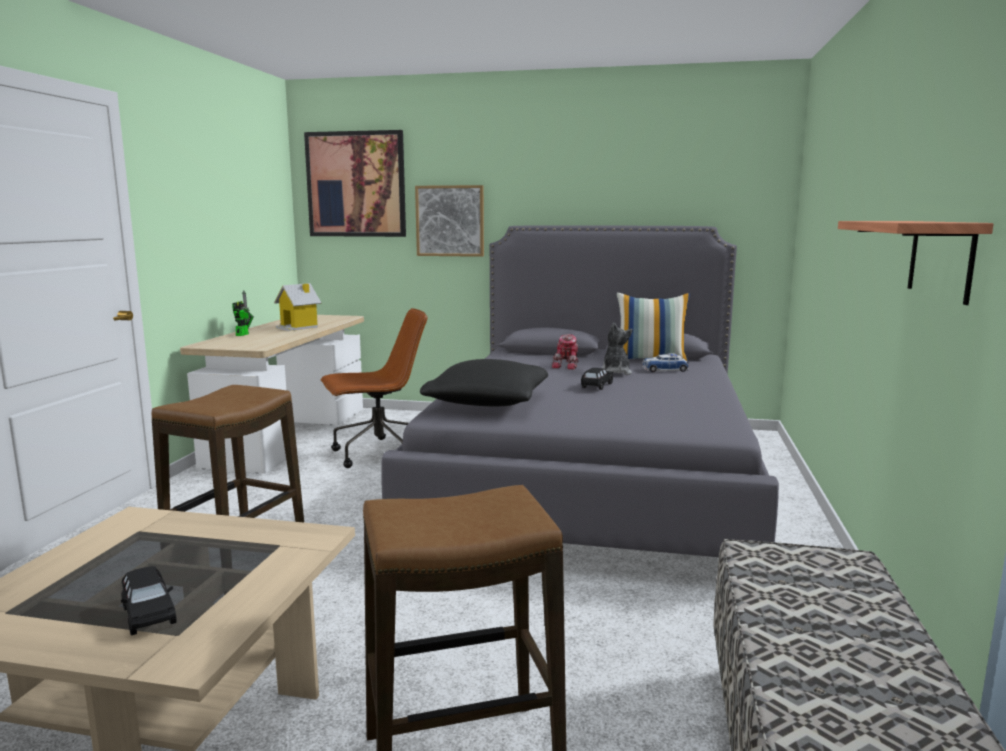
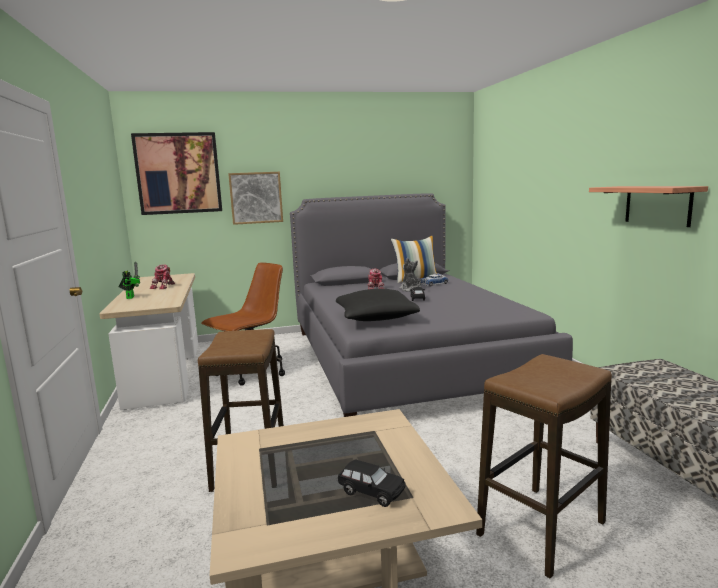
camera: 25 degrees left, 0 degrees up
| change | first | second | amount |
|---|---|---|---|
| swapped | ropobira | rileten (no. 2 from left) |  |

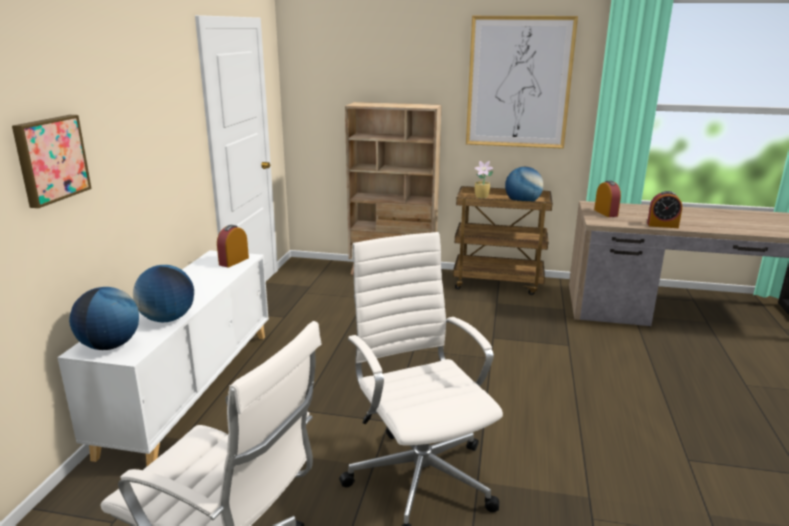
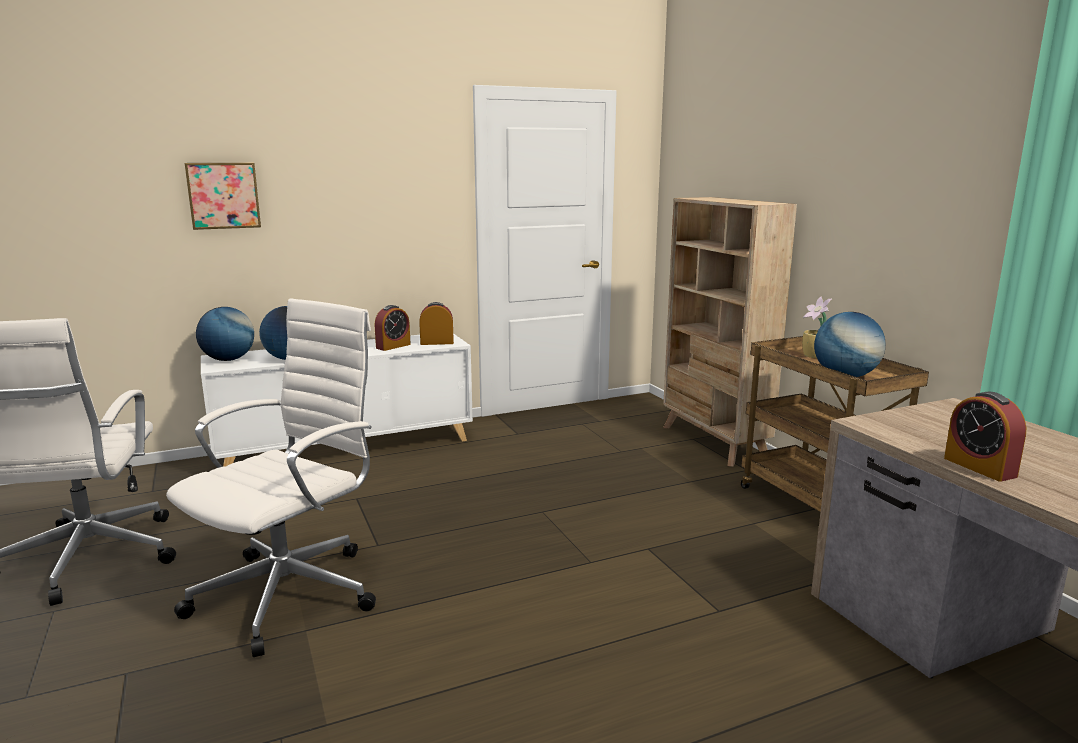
camera: 55 degrees right, 5 degrees down
| change | first | second | amount |
|---|---|---|---|
| gone | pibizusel (no. 2 from left) |  |  |
| shifted | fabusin (no. 2 from left in the first image) | fabusin (no. 1 from left) |  |

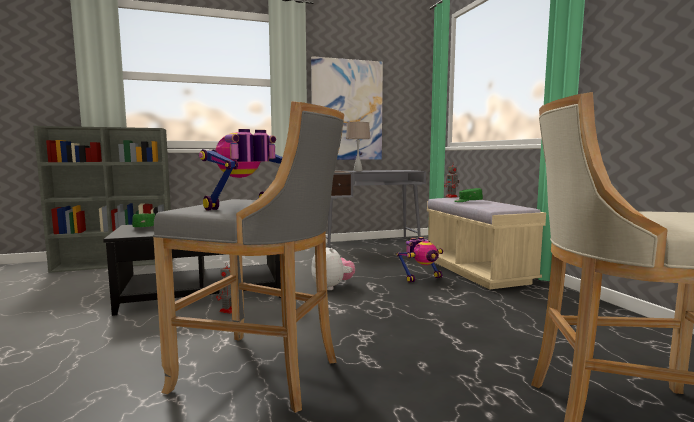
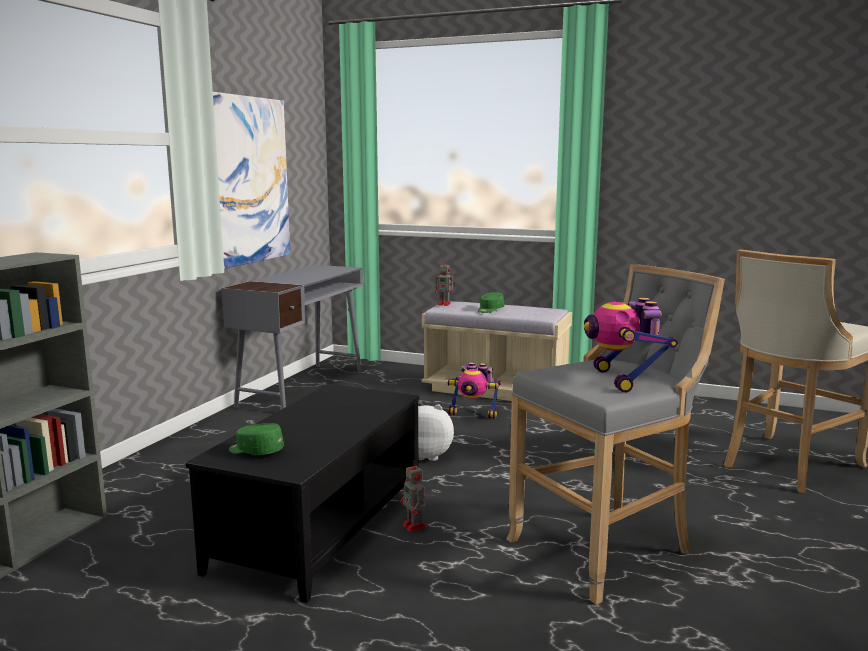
camera: 50 degrees left, 5 degrees up
| change | first | second | amount |
|---|---|---|---|
| gone | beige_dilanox |  |  |
| rotated | rileten (no. 3 from left) |  | 90 degrees clockwise |

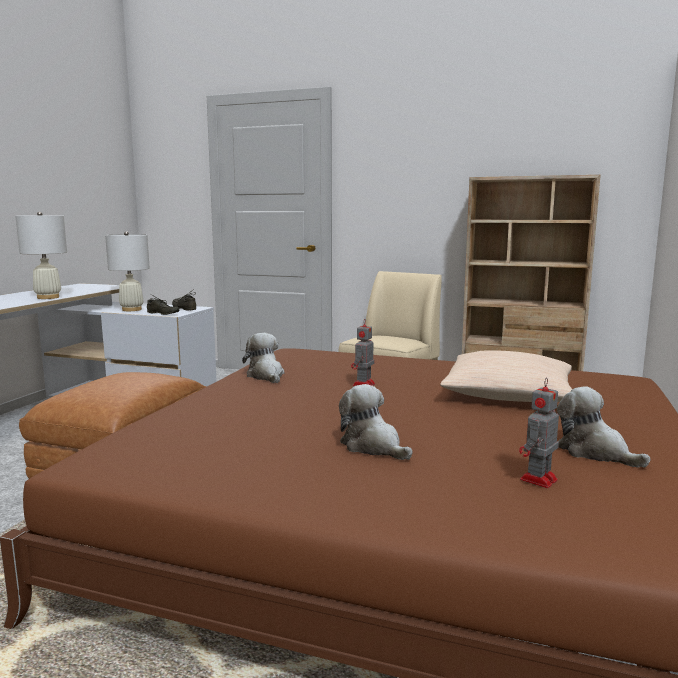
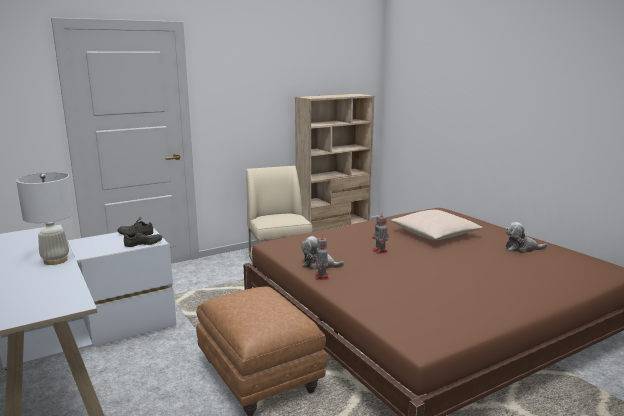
camera: 50 degrees left, 5 degrees up
| change | first | second | amount |
|---|---|---|---|
| gone | white_dilanox (no. 2 from left) |  |  |
| gone | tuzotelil (no. 2 from left) |  |  |
| shifted | rileten (no. 2 from left in the first image) | rileten (no. 1 from left) |  |

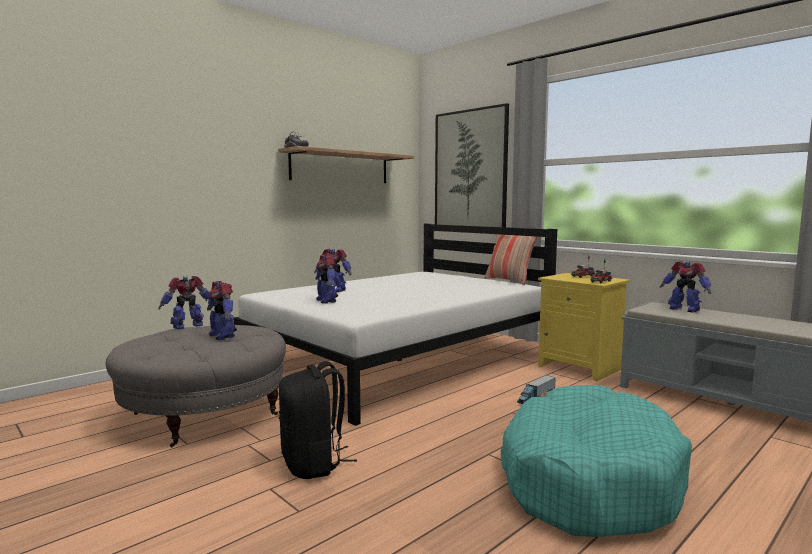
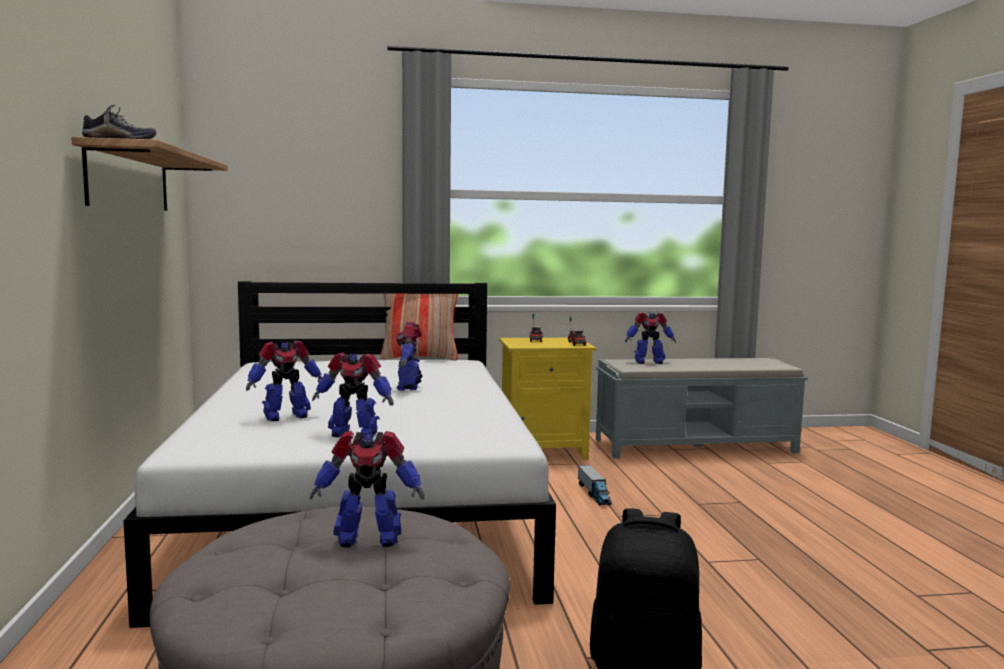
camera: 55 degrees left, 0 degrees up
| change | first | second | amount |
|---|---|---|---|
| gone | pibizusel |  |  |
| gone | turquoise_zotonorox |  |  |
| shifted | rileten (no. 1 from left in the first image) | rileten (no. 4 from left) |  |

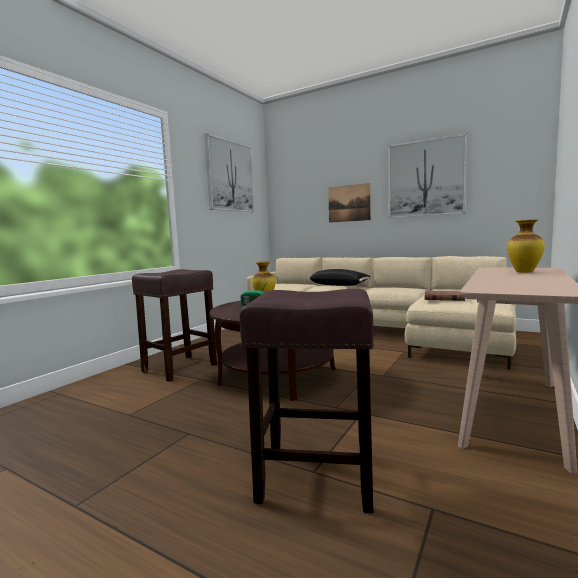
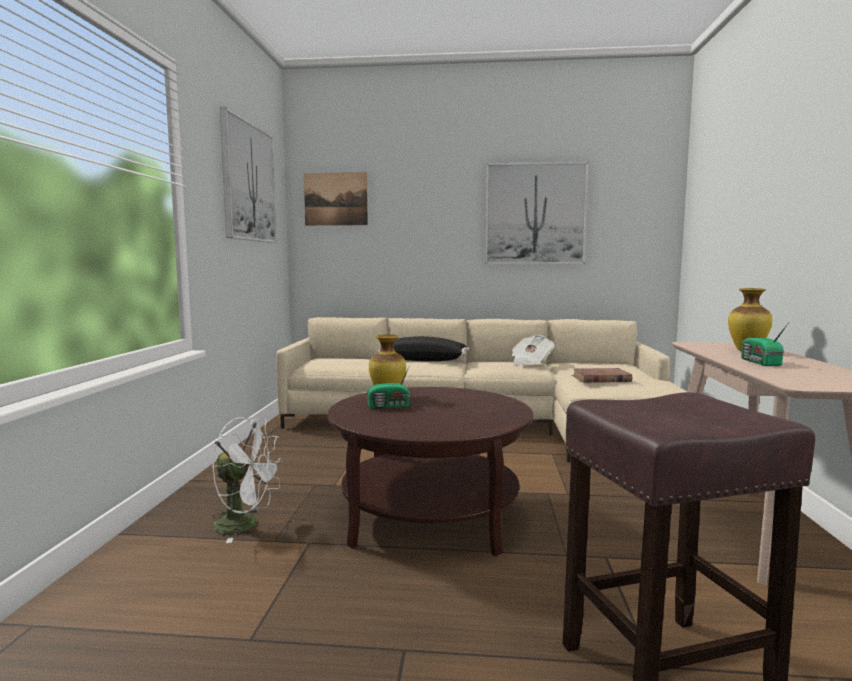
camera: 25 degrees left, 0 degrees up
| change | first | second | amount |
|---|---|---|---|
| new |  | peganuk |  |
| new |  | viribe (no. 2 from left) |  |
| shifted | pibizusel (no. 2 from left) |  |  |
| swapped | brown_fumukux (no. 1 from left) | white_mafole |  |

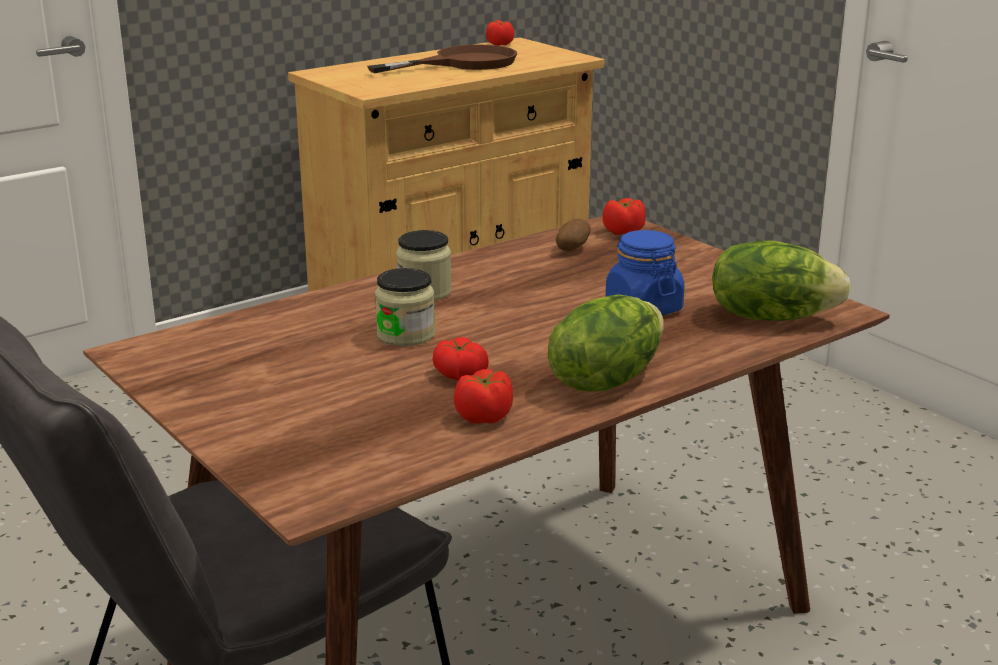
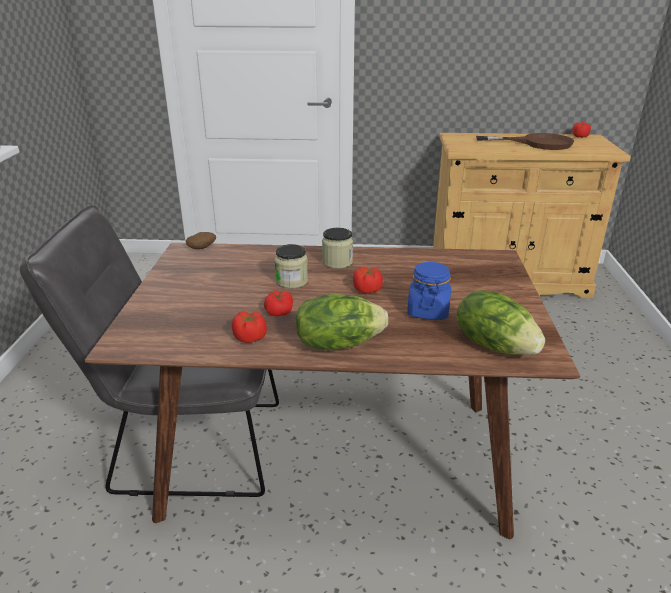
camera: 40 degrees right, 5 degrees up
| change | first | second | amount |
|---|---|---|---|
| shifted | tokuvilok |  |  |
| shifted | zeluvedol (no. 4 from left in the first image) | zeluvedol (no. 3 from left) |  |

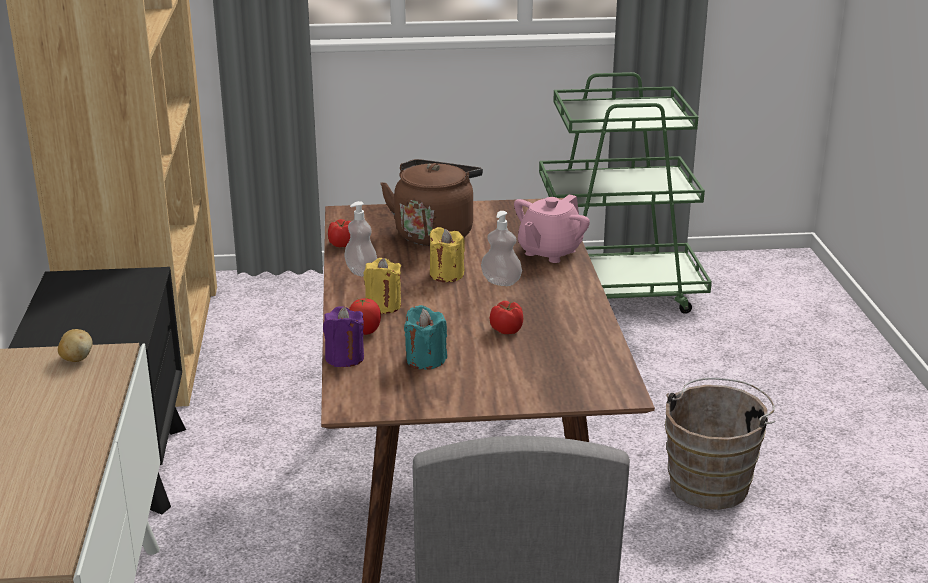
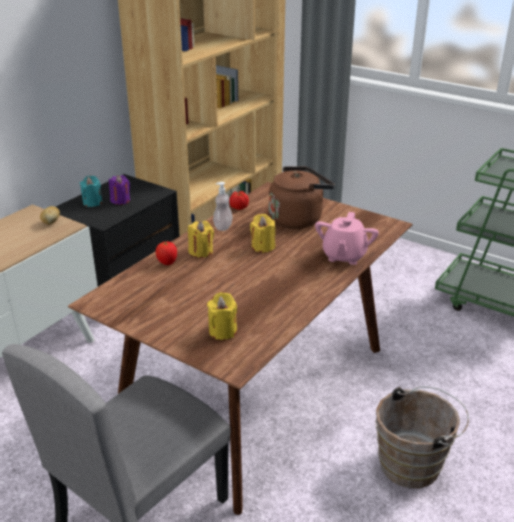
camera: 40 degrees right, 5 degrees up
| change | first | second | amount |
|---|---|---|---|
| gone | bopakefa (no. 2 from left) |  |  |
| gone | zeluvedol (no. 3 from left) |  |  |
| new |  | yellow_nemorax (no. 2 from left) |  |
| shifted | purple_nemorax |  |  |
| shifted | turquoise_nemorax |  |  |
| rotated | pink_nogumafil |  | 60 degrees counterclockwise |

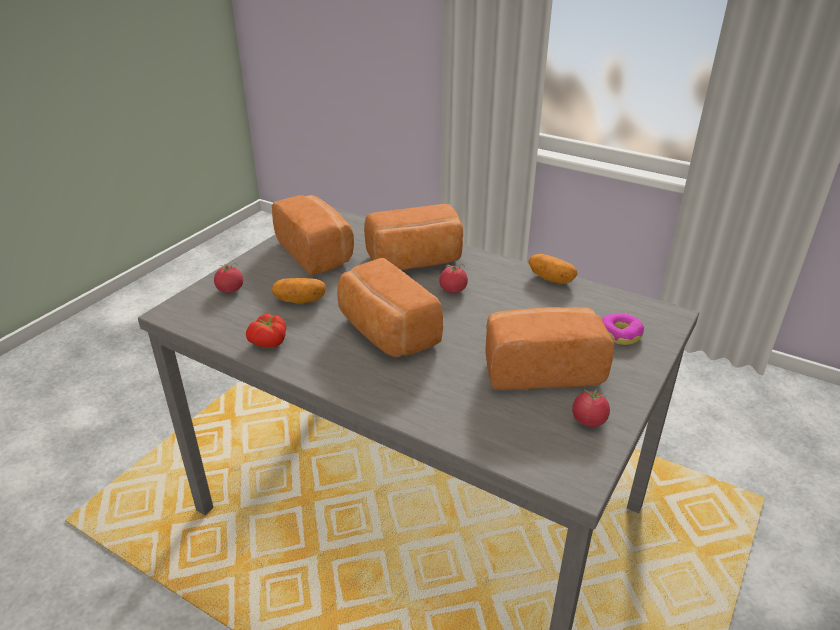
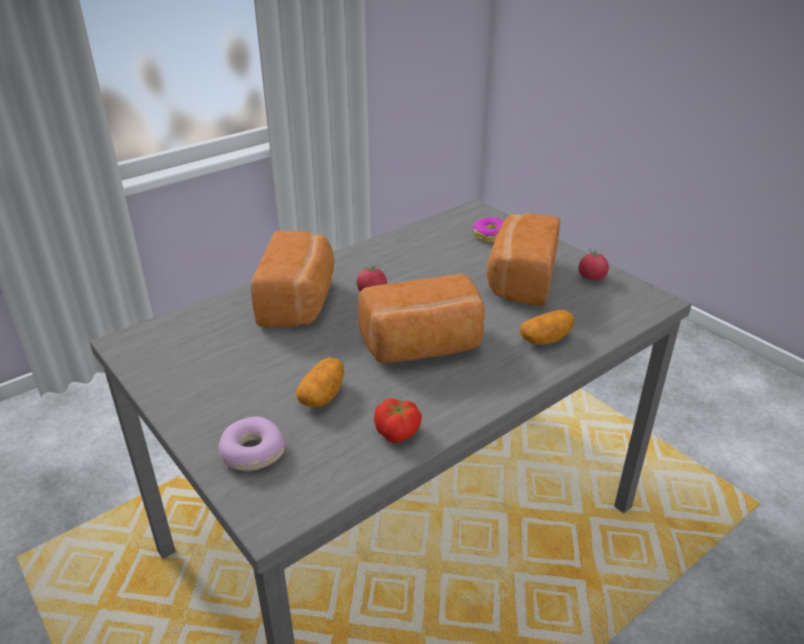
camera: 70 degrees left, 0 degrees up
| change | first | second | amount |
|---|---|---|---|
| gone | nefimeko (no. 1 from left) |  |  |
| shifted | tokuvilok (no. 2 from left) |  |  |
| swapped | zeluvedol (no. 1 from left) | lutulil (no. 1 from left) |  |

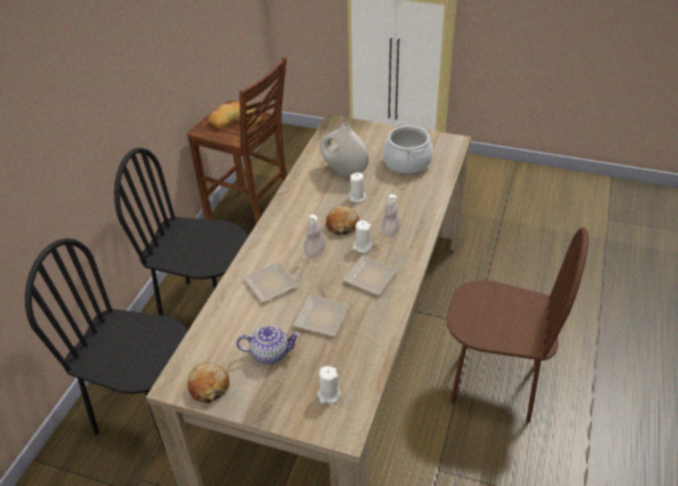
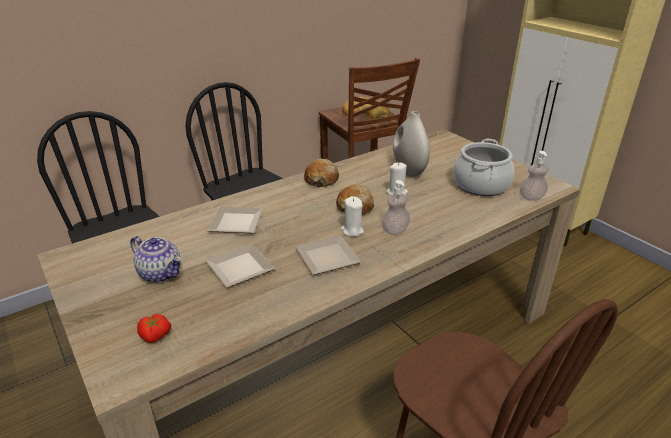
camera: 35 degrees right, 10 degrees down
| change | first | second | amount |
|---|---|---|---|
| shifted | nefimeko (no. 1 from left) |  |  |
| shifted | bopakefa (no. 1 from left in the first image) | bopakefa (no. 2 from left) |  |
| swapped | white_nemorax (no. 1 from left) | zeluvedol |  |

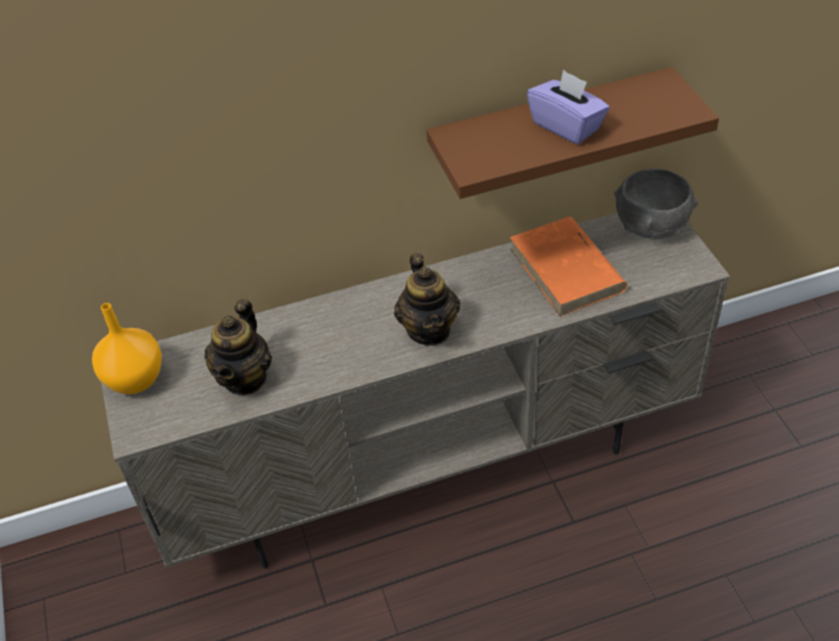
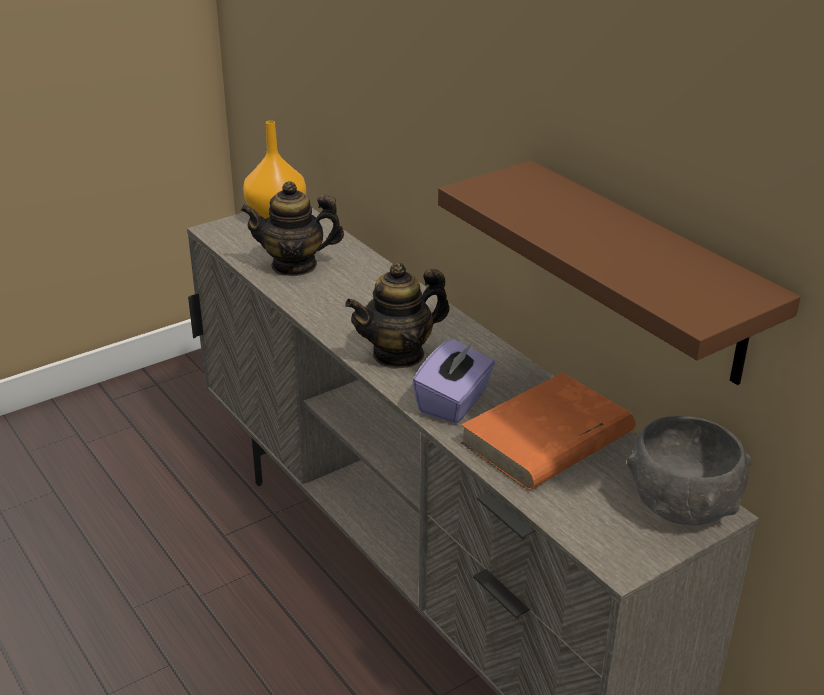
camera: 70 degrees right, 15 degrees down
| change | first | second | amount |
|---|---|---|---|
| shifted | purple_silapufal |  |  |

